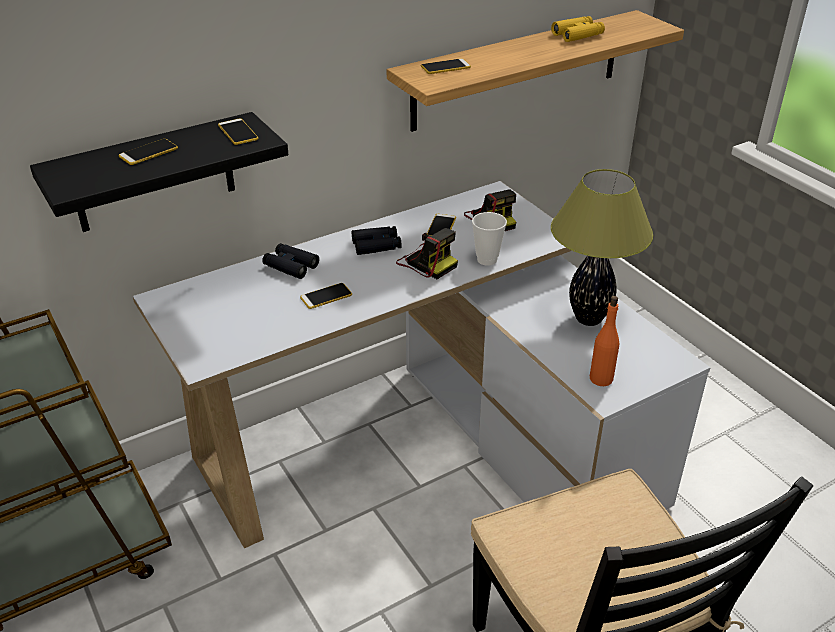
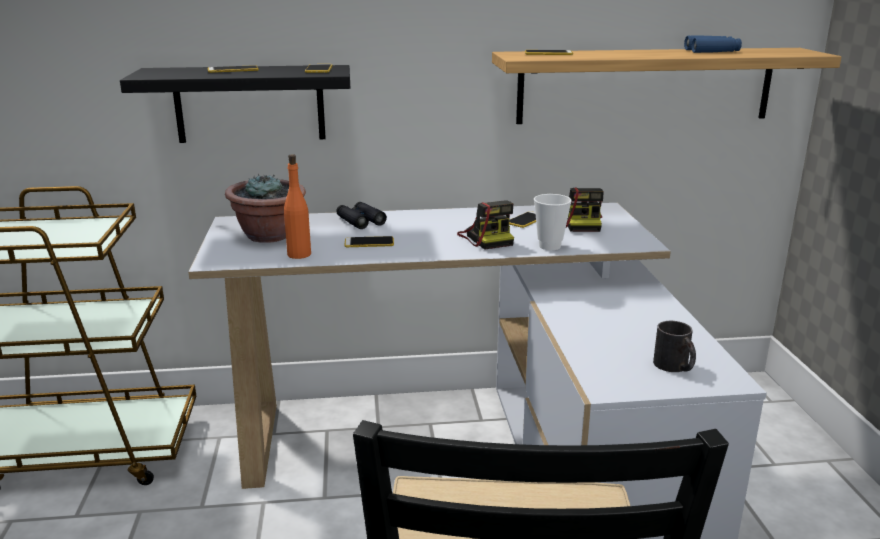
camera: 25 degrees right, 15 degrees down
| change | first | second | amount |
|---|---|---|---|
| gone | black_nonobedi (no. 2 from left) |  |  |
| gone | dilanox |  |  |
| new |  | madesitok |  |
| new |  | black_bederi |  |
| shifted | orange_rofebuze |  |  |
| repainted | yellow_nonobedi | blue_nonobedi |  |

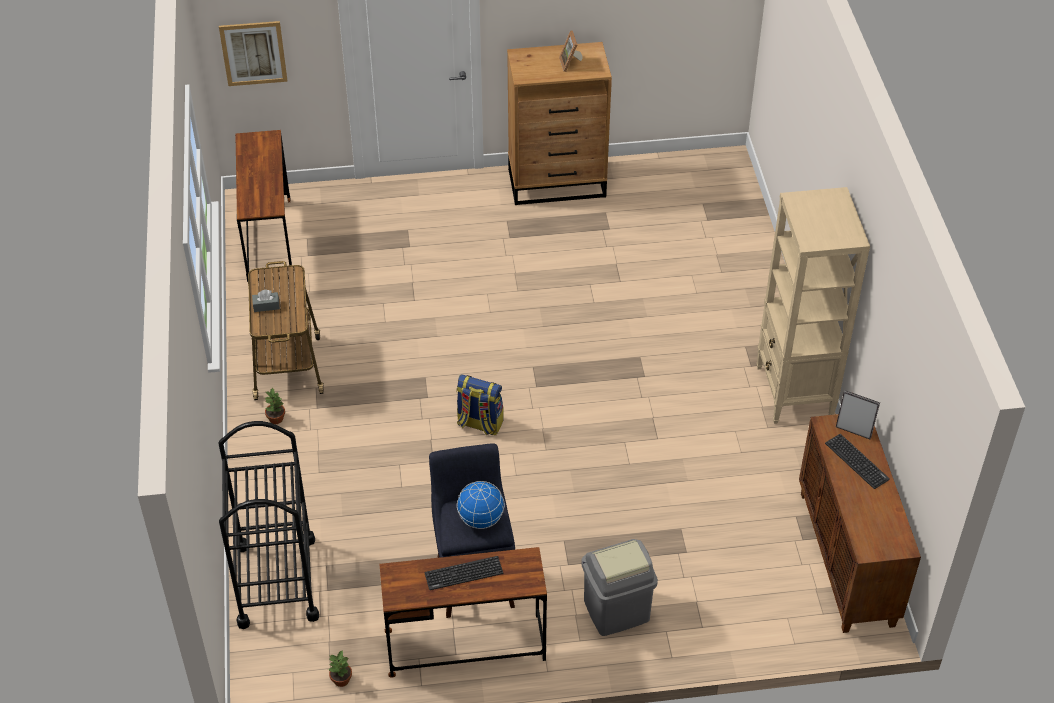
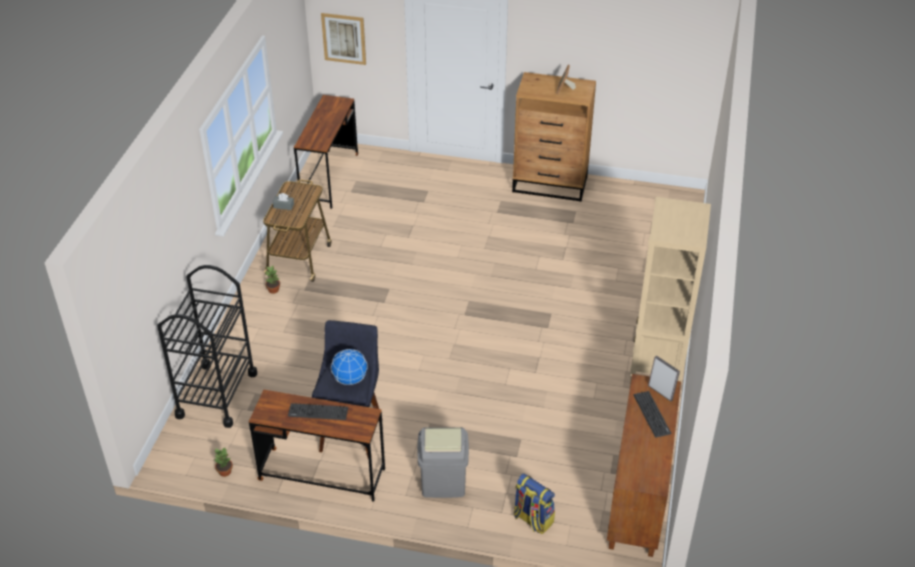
camera: 20 degrees right, 5 degrees down
| change | first | second | amount |
|---|---|---|---|
| shifted | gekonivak |  |  |

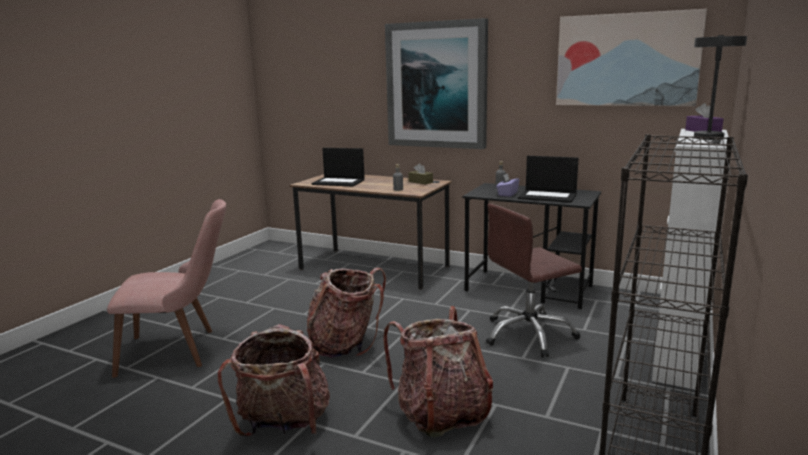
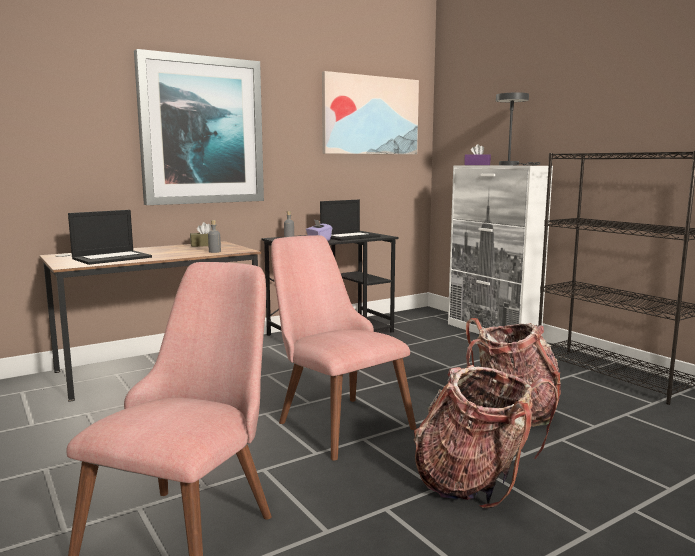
camera: 60 degrees left, 5 degrees down
| change | first | second | amount |
|---|---|---|---|
| gone | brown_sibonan |  |  |
| swapped | gekonivak (no. 2 from left) | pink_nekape (no. 2 from left) |  |

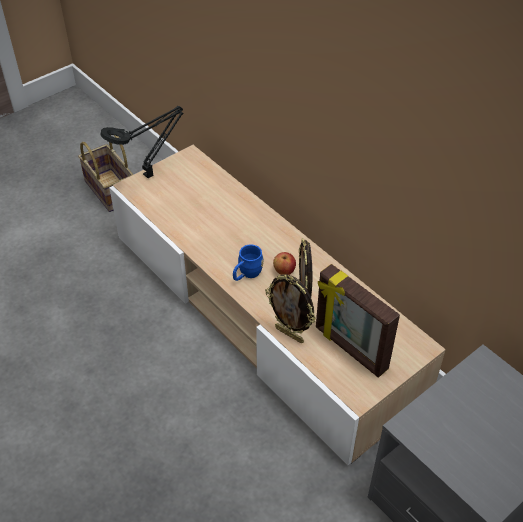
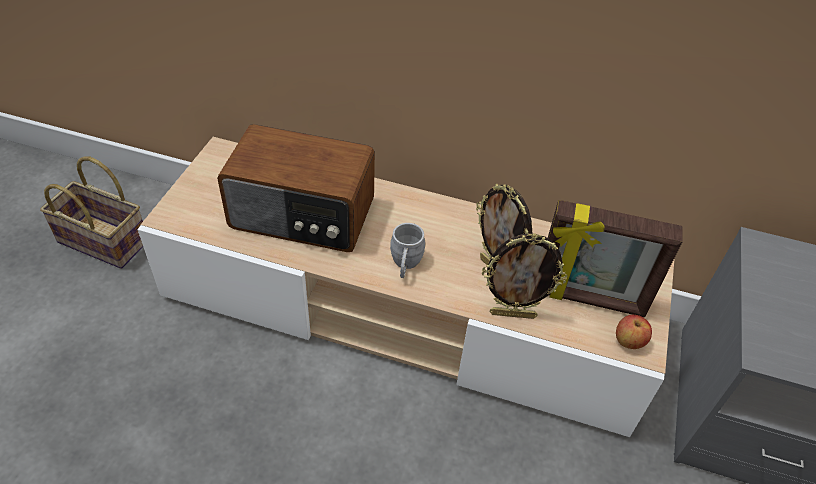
camera: 35 degrees left, 0 degrees up
| change | first | second | amount |
|---|---|---|---|
| gone | black_dilanox |  |  |
| new |  | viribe |  |
| shifted | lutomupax |  |  |
| repainted | blue_bederi | grey_bederi |  |

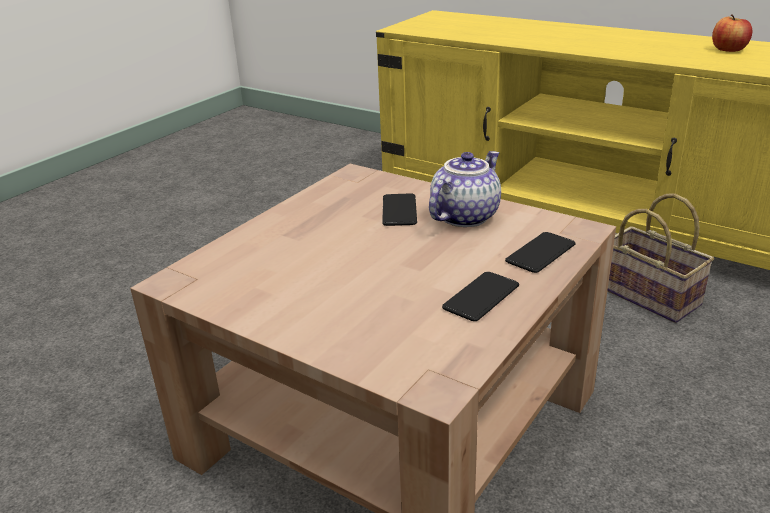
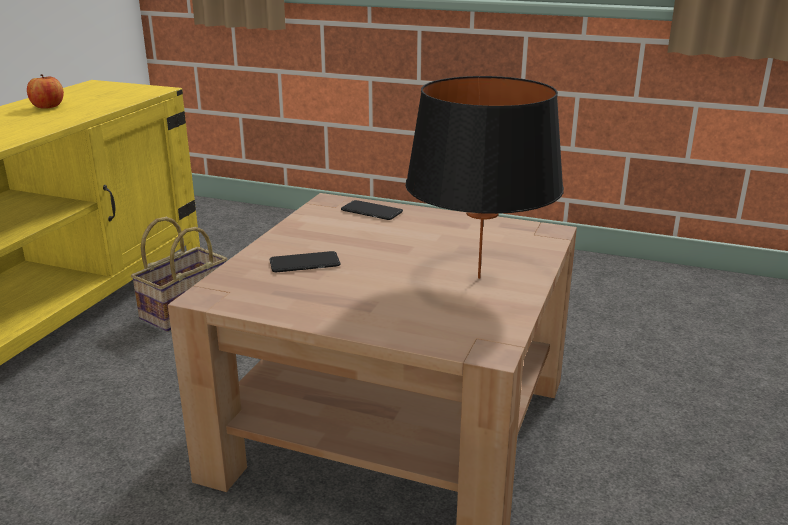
camera: 105 degrees left, 5 degrees down
| change | first | second | amount |
|---|---|---|---|
| gone | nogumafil |  |  |
| gone | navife (no. 2 from left) |  |  |
| new |  | black_dilanox |  |

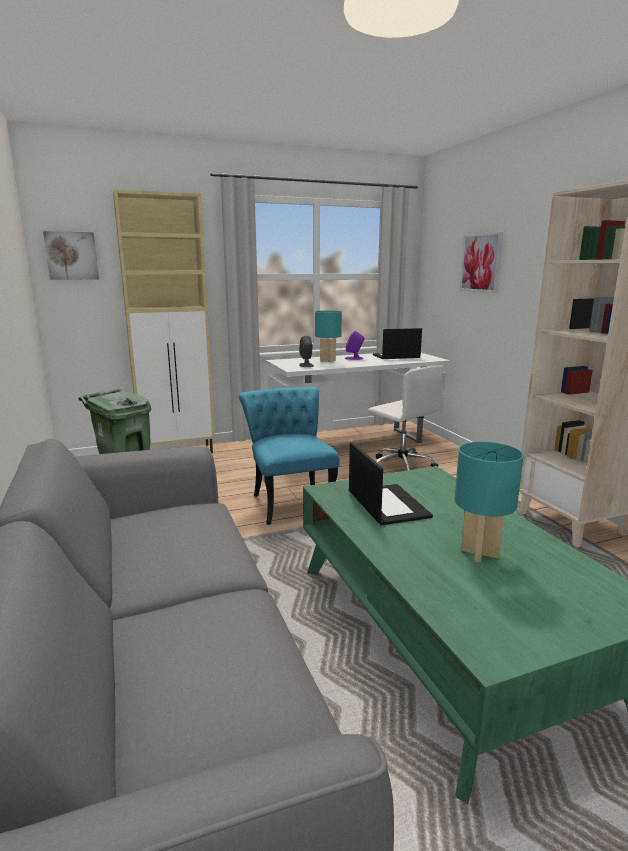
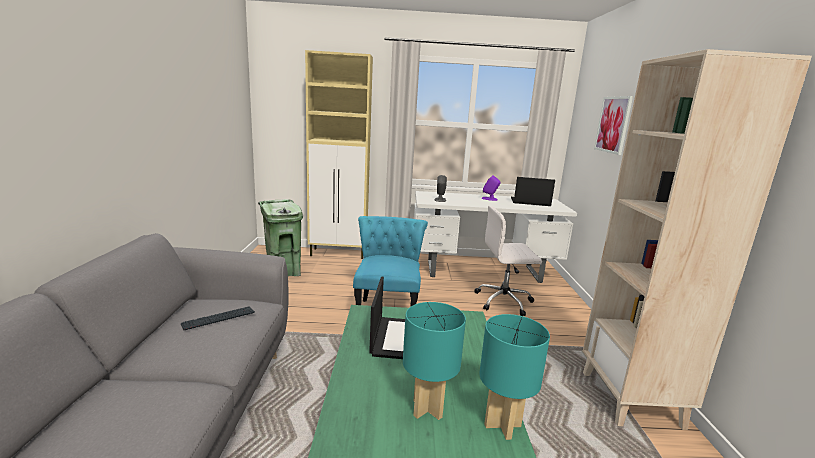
camera: 20 degrees right, 0 degrees up
| change | first | second | amount |
|---|---|---|---|
| gone | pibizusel (no. 1 from left) |  |  |
| new |  | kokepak |  |
| shifted | turquoise_dilanox (no. 1 from left in the first image) | turquoise_dilanox (no. 2 from left) |  |
| rotated | white_sibonan |  | 105 degrees clockwise |

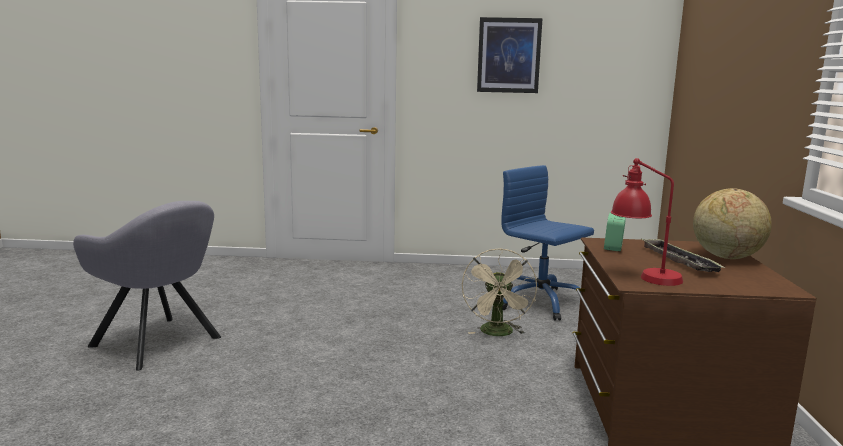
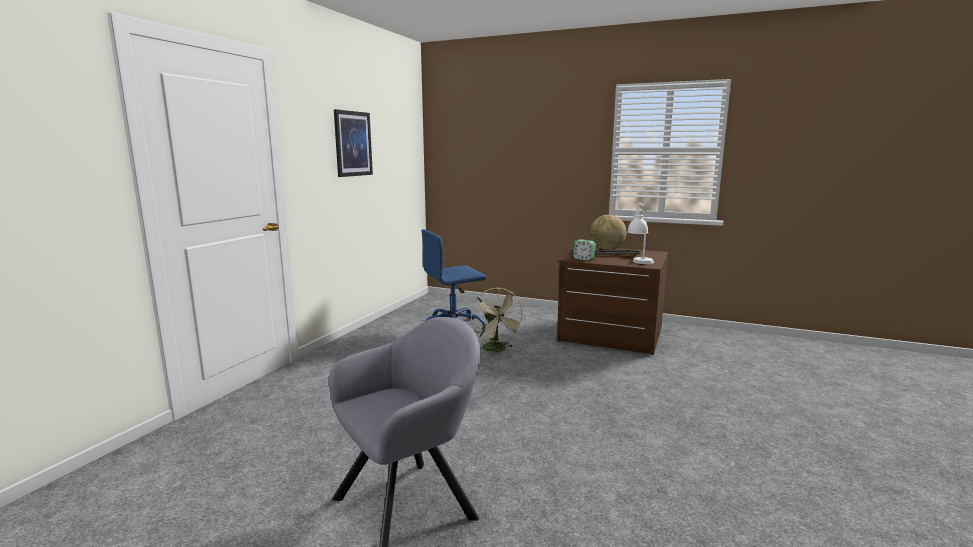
camera: 70 degrees left, 0 degrees up
| change | first | second | amount |
|---|---|---|---|
| repainted | red_dilanox | white_dilanox |  |
| rotated | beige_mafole |  | 45 degrees clockwise |

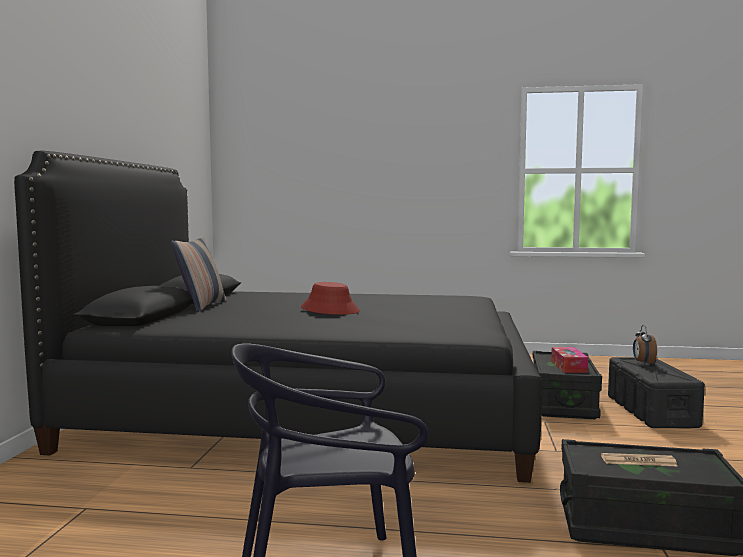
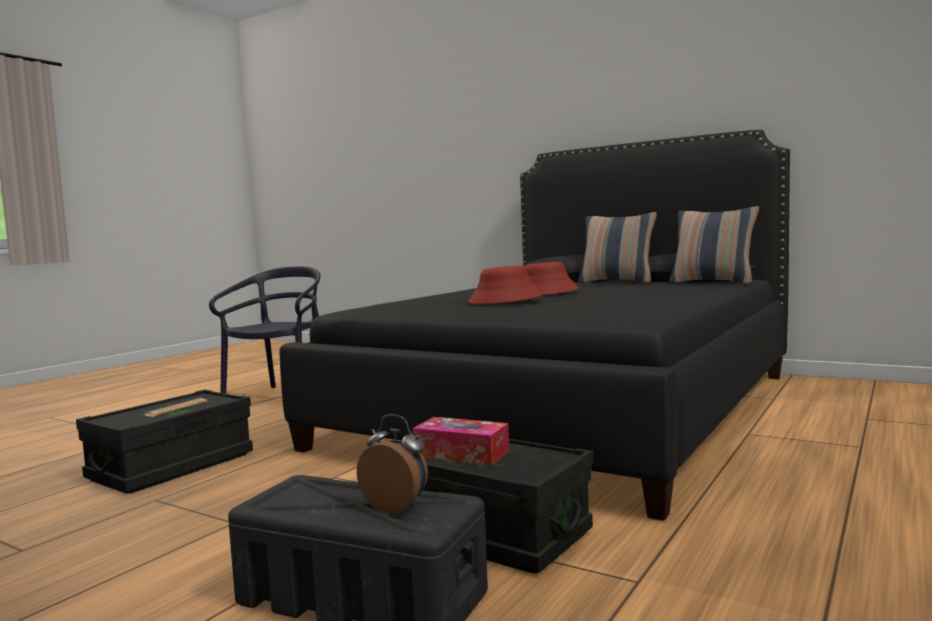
camera: 115 degrees right, 0 degrees up
| change | first | second | amount |
|---|---|---|---|
| new |  | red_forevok (no. 1 from left) |  |
| new |  | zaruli (no. 2 from left) |  |

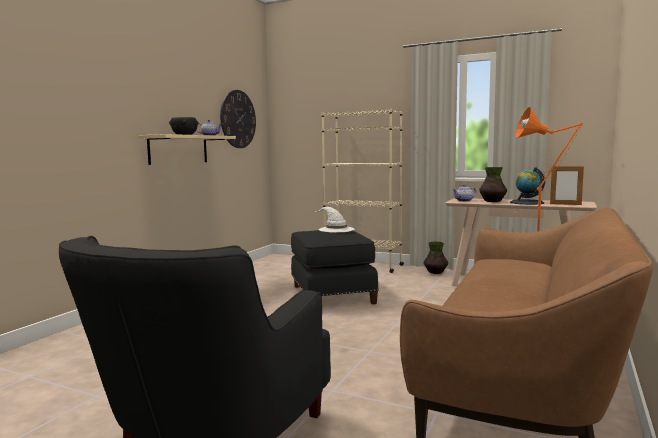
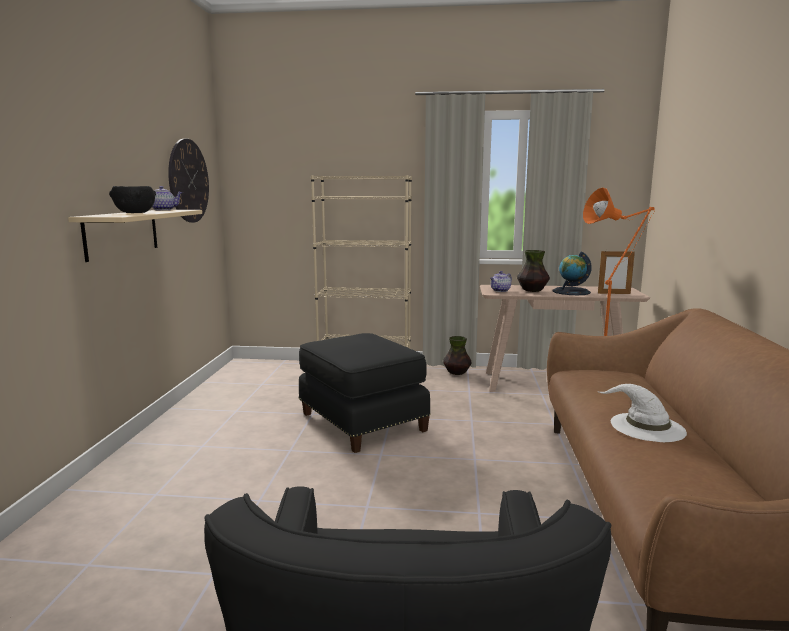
camera: 20 degrees left, 5 degrees up
| change | first | second | amount |
|---|---|---|---|
| shifted | white_forevok |  |  |

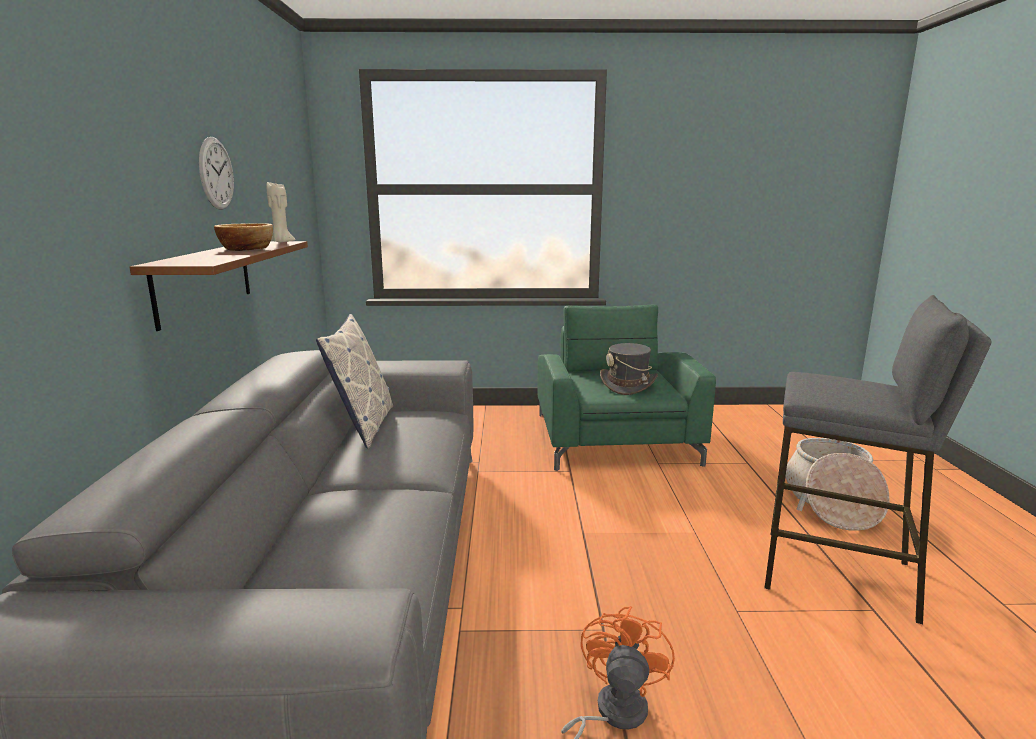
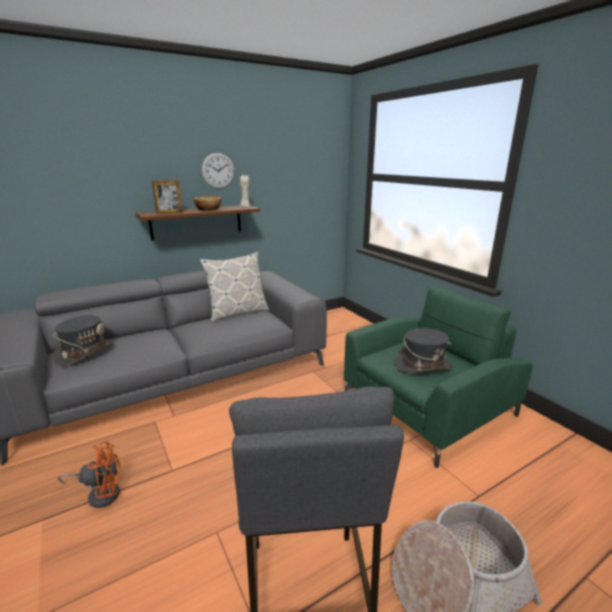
camera: 60 degrees right, 5 degrees up
| change | first | second | amount |
|---|---|---|---|
| new |  | grey_forevok (no. 1 from left) |  |
| new |  | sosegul |  |

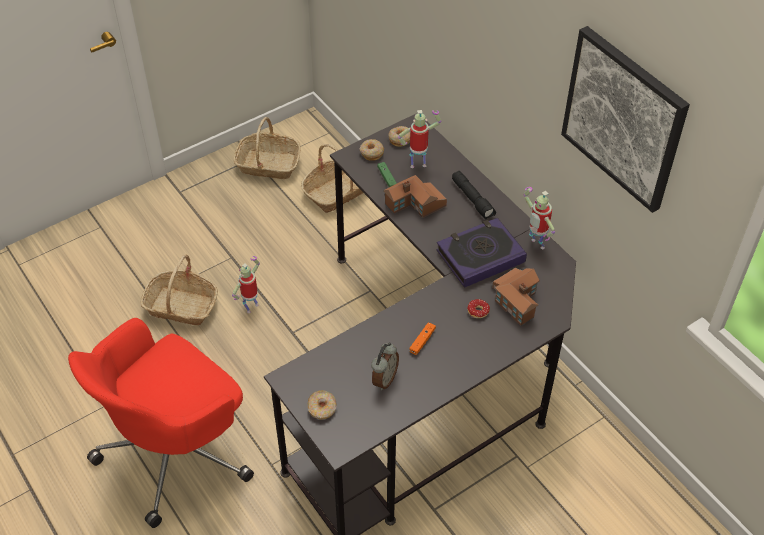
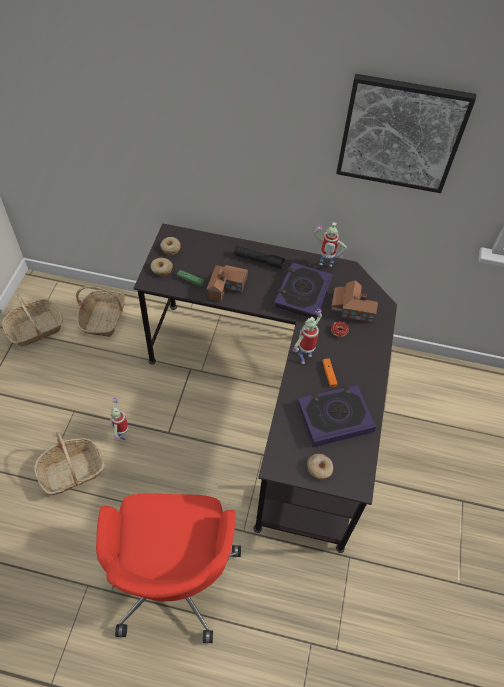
camera: 45 degrees left, 5 degrees up
| change | first | second | amount |
|---|---|---|---|
| shifted | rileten (no. 2 from left) |  |  |
| swapped | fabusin | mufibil (no. 2 from left) |  |

